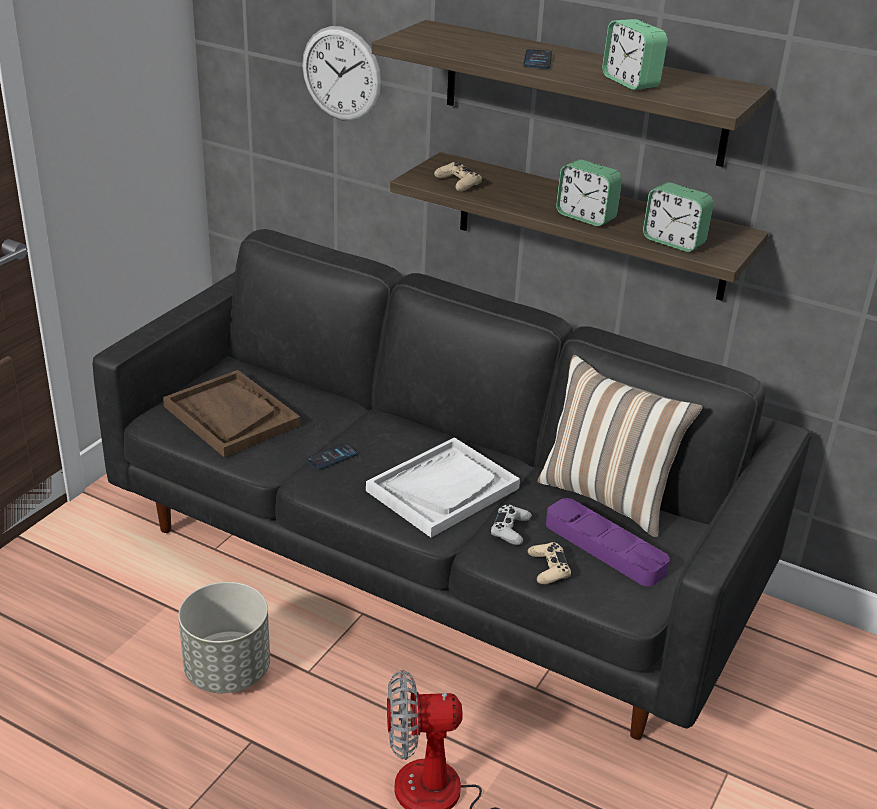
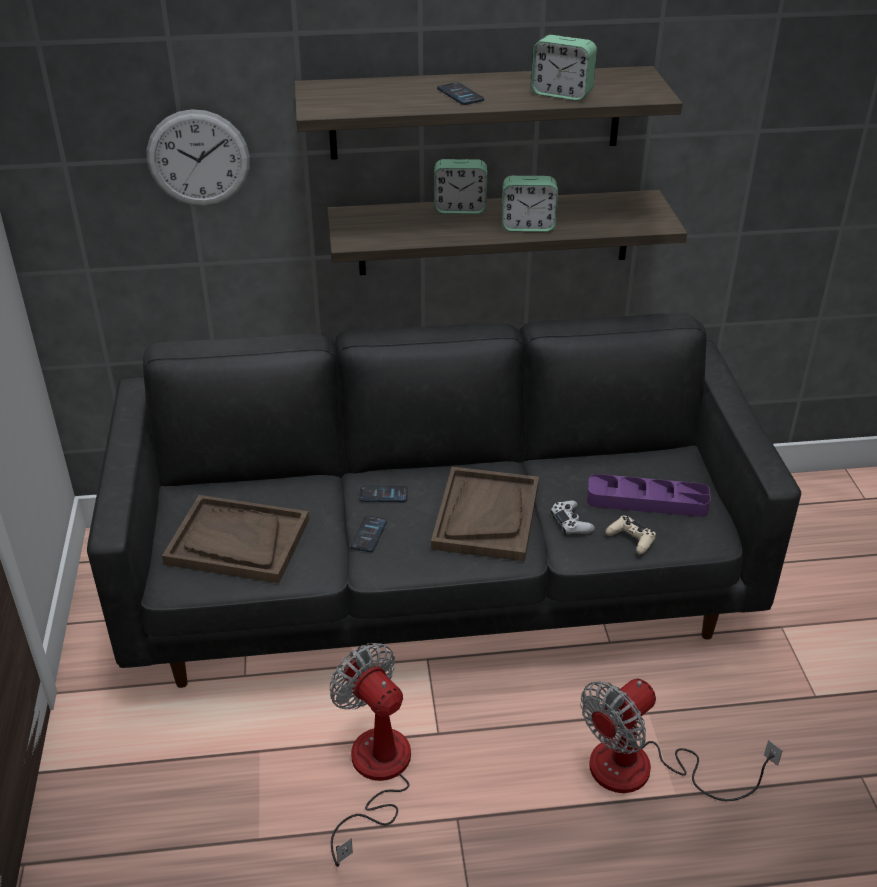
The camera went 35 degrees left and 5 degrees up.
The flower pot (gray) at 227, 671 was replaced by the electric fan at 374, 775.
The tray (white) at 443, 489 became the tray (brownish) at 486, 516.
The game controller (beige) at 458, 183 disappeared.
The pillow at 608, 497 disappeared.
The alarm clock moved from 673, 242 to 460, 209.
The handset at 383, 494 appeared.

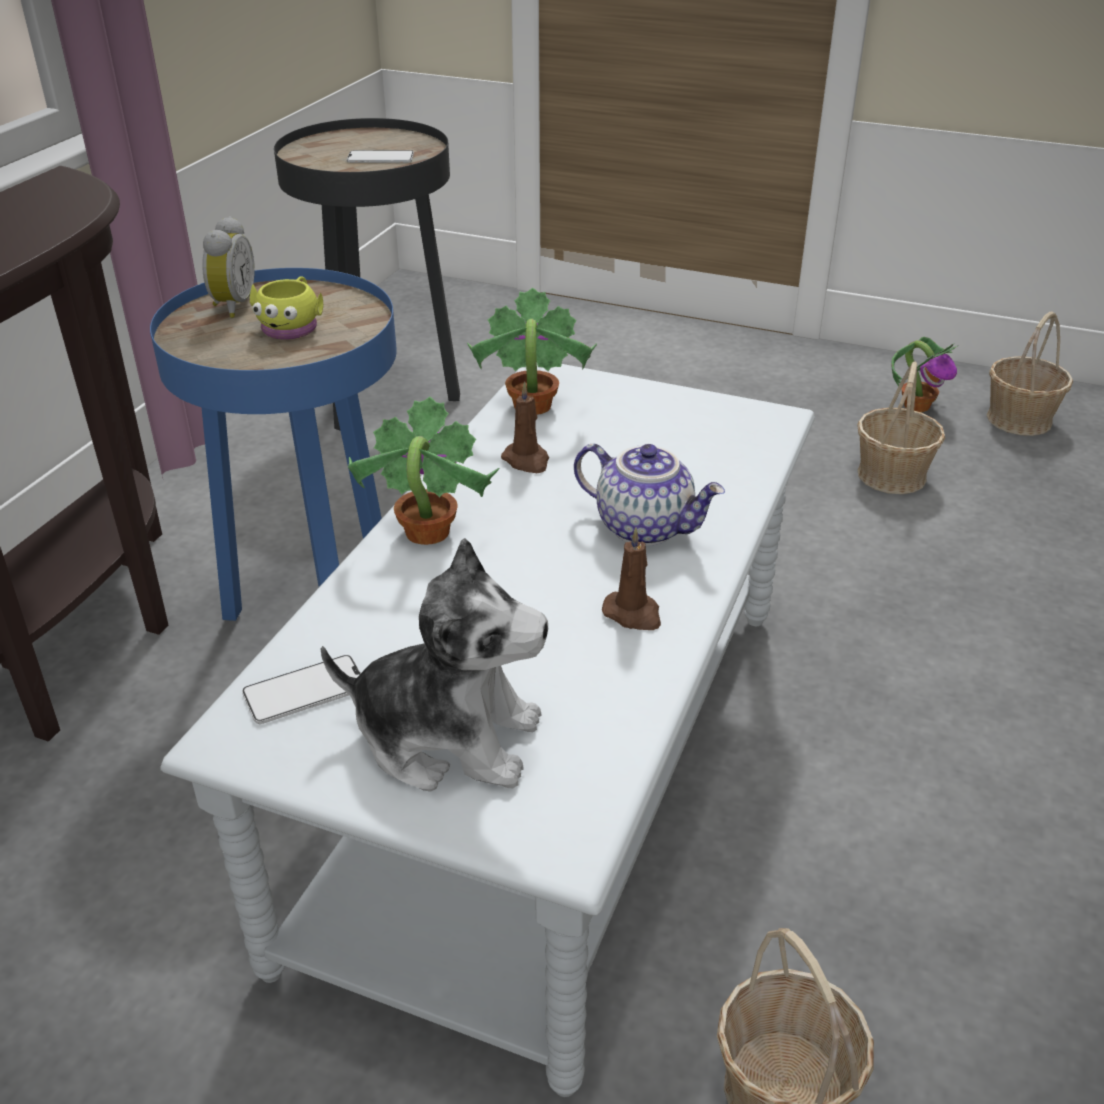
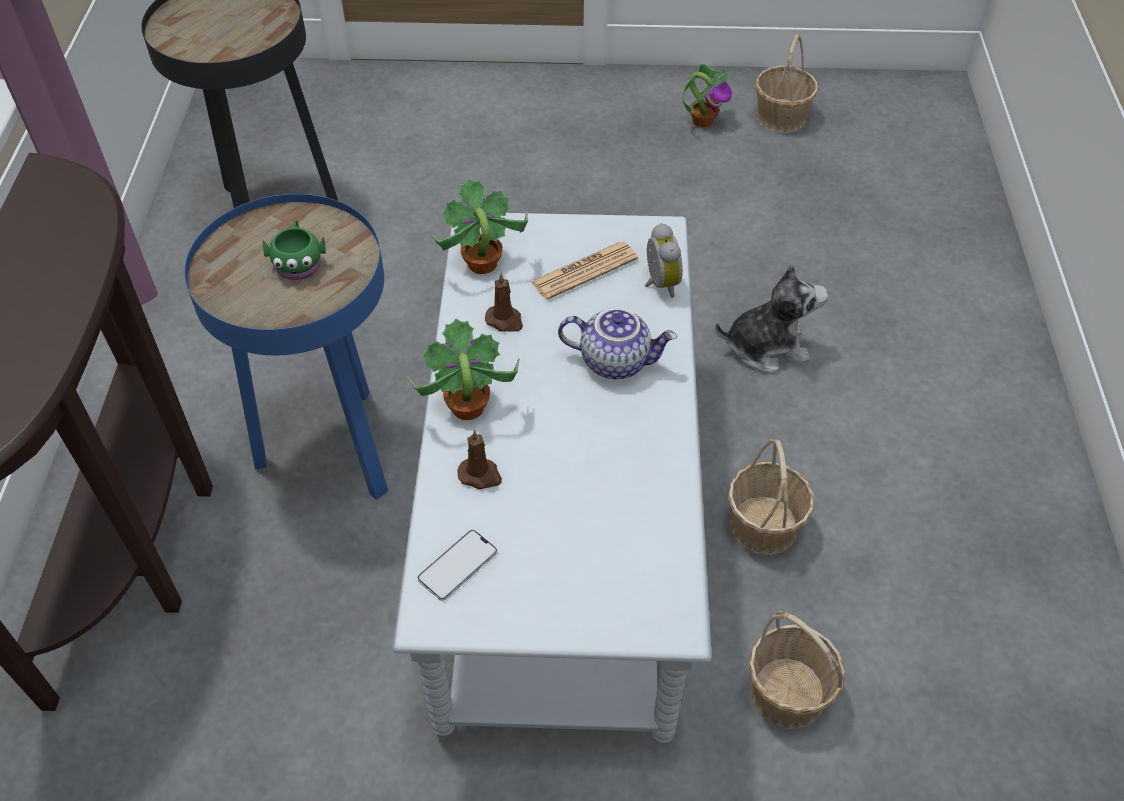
The camera went 20 degrees left and 15 degrees up.
The alarm clock moved from 231, 306 to 659, 284.
The mug (yellow) at 292, 326 became the mug (greenish) at 298, 262.
The cuddly toy moved from 448, 737 to 766, 347.
The handset at 380, 158 disappeared.
The wax light (brownish) moved from 633, 614 to 480, 475.
The household basket moved from 892, 475 to 764, 525.
The newspaper at 584, 271 appeared.

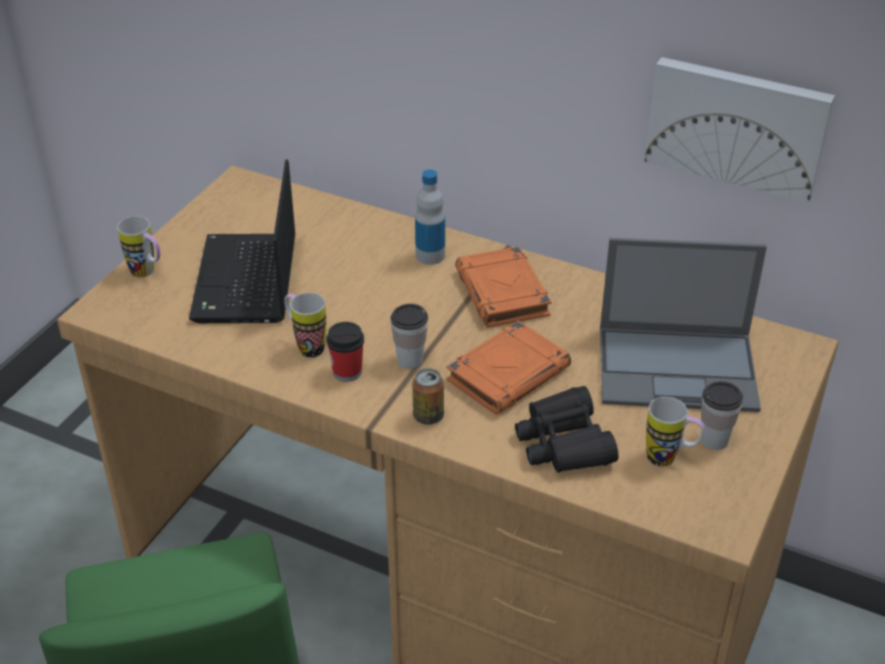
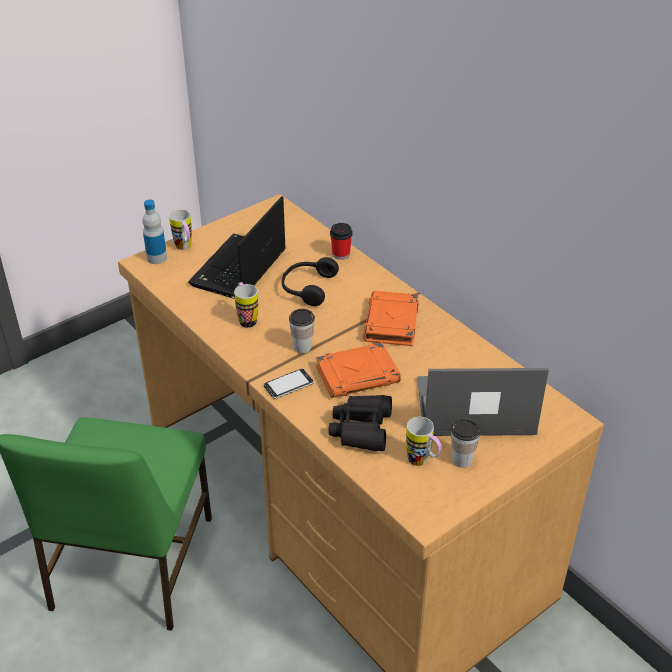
The camera went 25 degrees right and 0 degrees up.
The cup moved from 347, 372 to 341, 254.
The metal can at 428, 416 was replaced by the handset at 289, 385.
The drink bottle moved from 430, 255 to 157, 258.
The portable computer at 679, 368 turned 150 degrees clockwise.
The wall picture at 737, 126 disappeared.
The headset (black-coloured) at 307, 288 appeared.

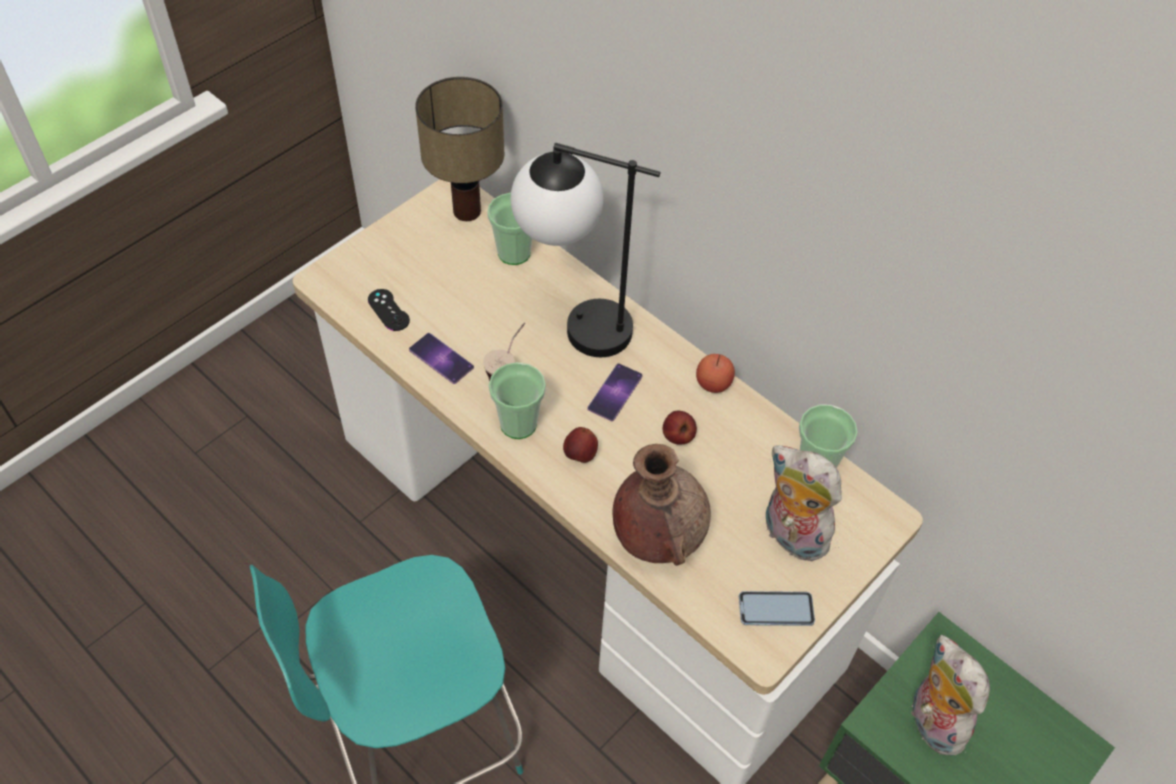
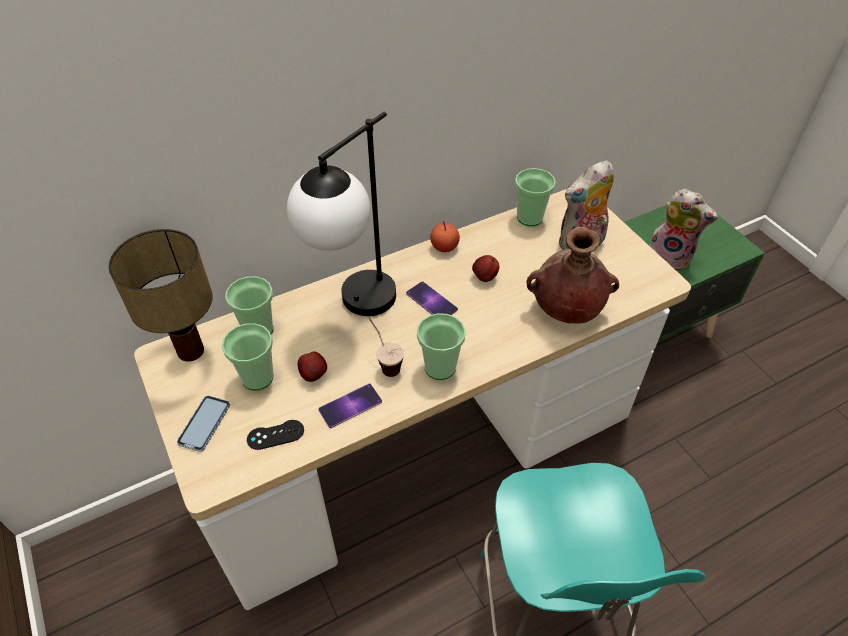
The camera went 70 degrees left and 5 degrees down.
The whole apple moved from 580, 455 to 314, 375.
The handset moved from 776, 609 to 204, 424.
The cuddly toy at 931, 721 turned 150 degrees counterclockwise.
The cup at 257, 377 appeared.

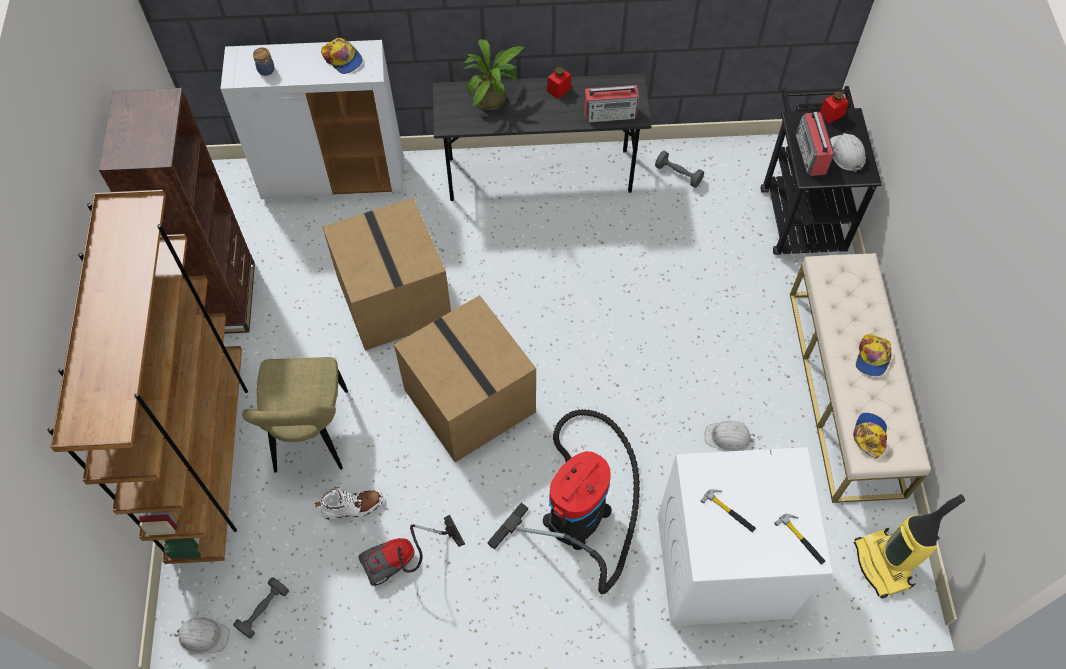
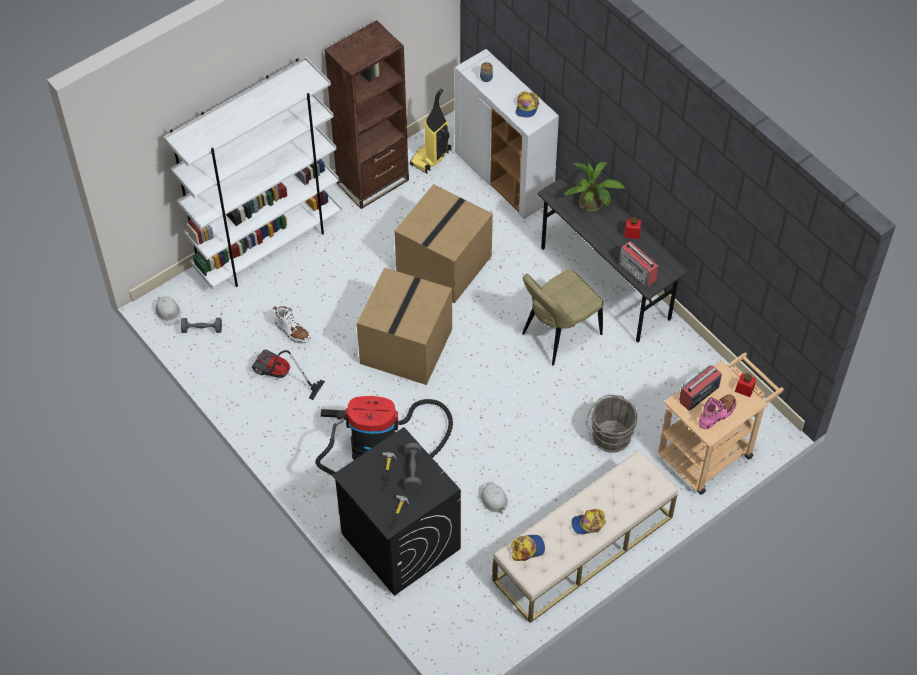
The camera went 55 degrees right and 5 degrees down.
The bookcase (brownish) at 210, 459 became the bookcase (white) at 268, 246.
The chair (beige) moved from 310, 436 to 558, 335.
The dumbbell (gray) moved from 678, 174 to 413, 470.
The laundry appliance (white) at 721, 567 became the laundry appliance (black-coloured) at 400, 541.
The wheeled cart (black-coloured) at 800, 211 became the wheeled cart (beige) at 711, 450.
The hard hat (white) at 846, 154 was replaced by the tall boot (pinkish) at 717, 414.
The hoover moved from 883, 565 to 431, 158.
The bucket (gray) at 609, 435 appeared.

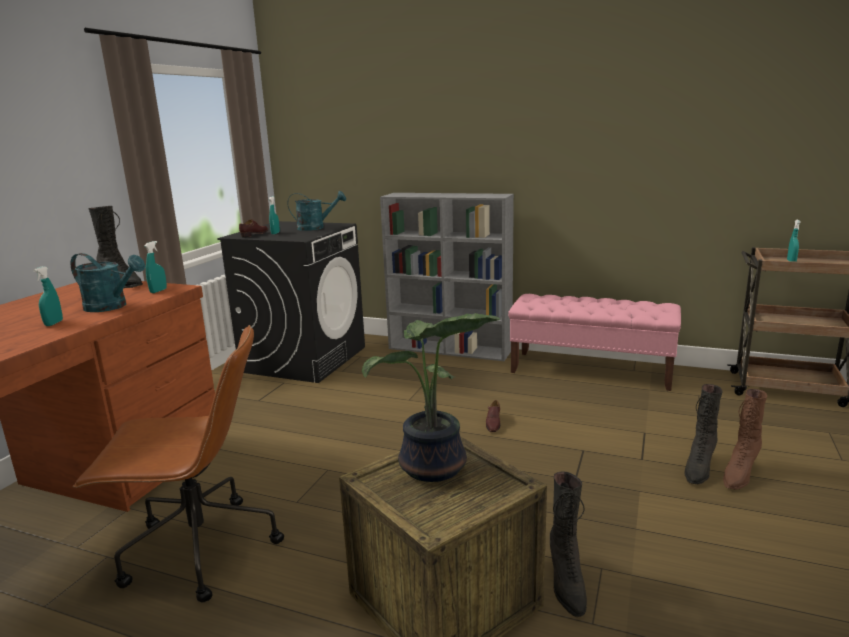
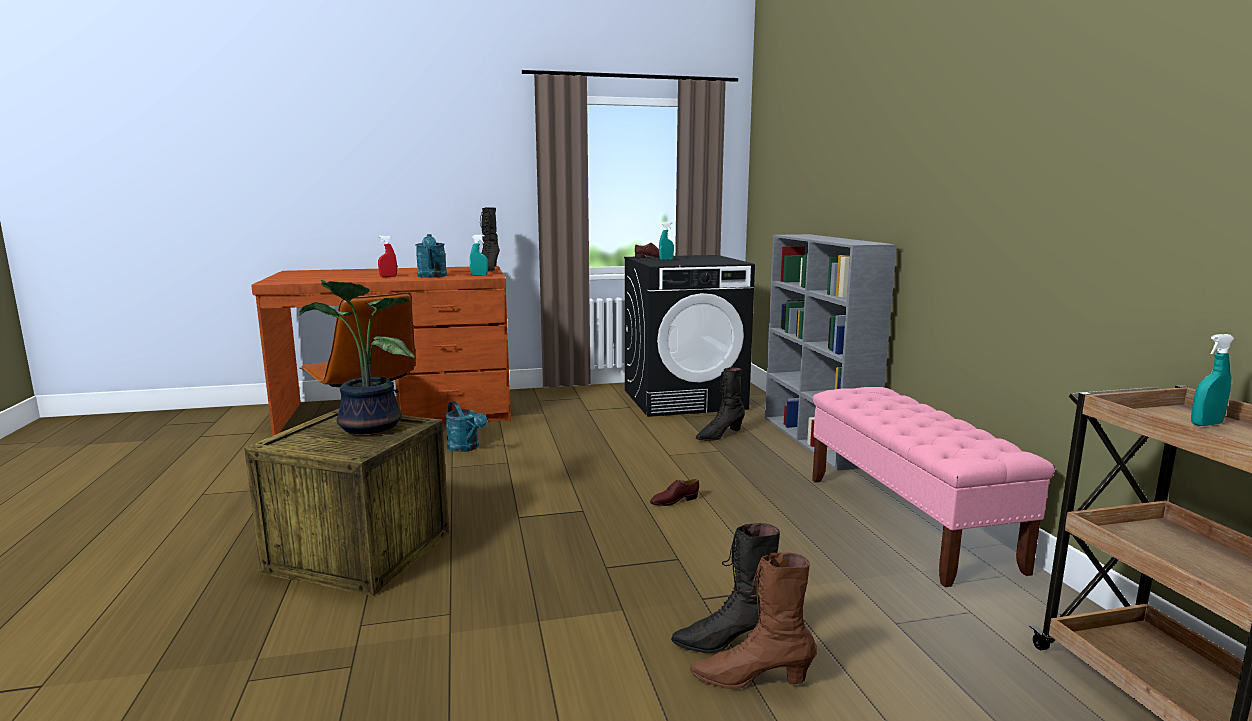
The camera went 55 degrees right and 5 degrees down.
The sprayer (turquoise) at 54, 323 became the sprayer (red) at 388, 276.
The watering pot (turquoise) moved from 316, 228 to 466, 448.
The tall boot (black-coloured) moved from 566, 583 to 719, 435.

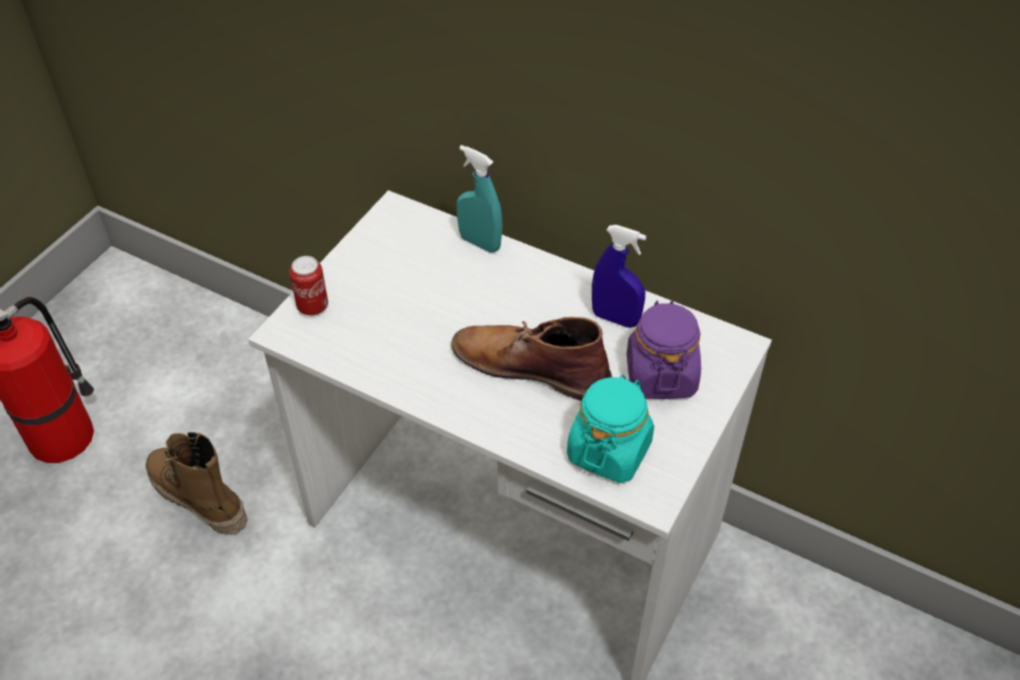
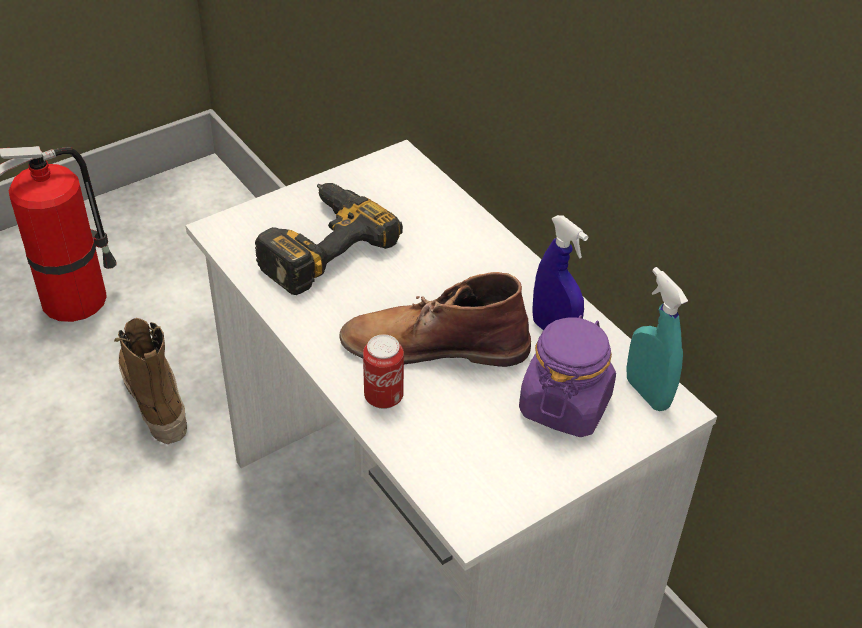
The camera went 25 degrees right and 5 degrees down.
The metal can moved from 313, 307 to 383, 397.
The tall boot (brownish) at 529, 365 turned 45 degrees counterclockwise.
The sprayer (turquoise) moved from 480, 243 to 647, 393.
The jar (turquoise) at 609, 450 disappeared.
The electric drill at 318, 244 appeared.

